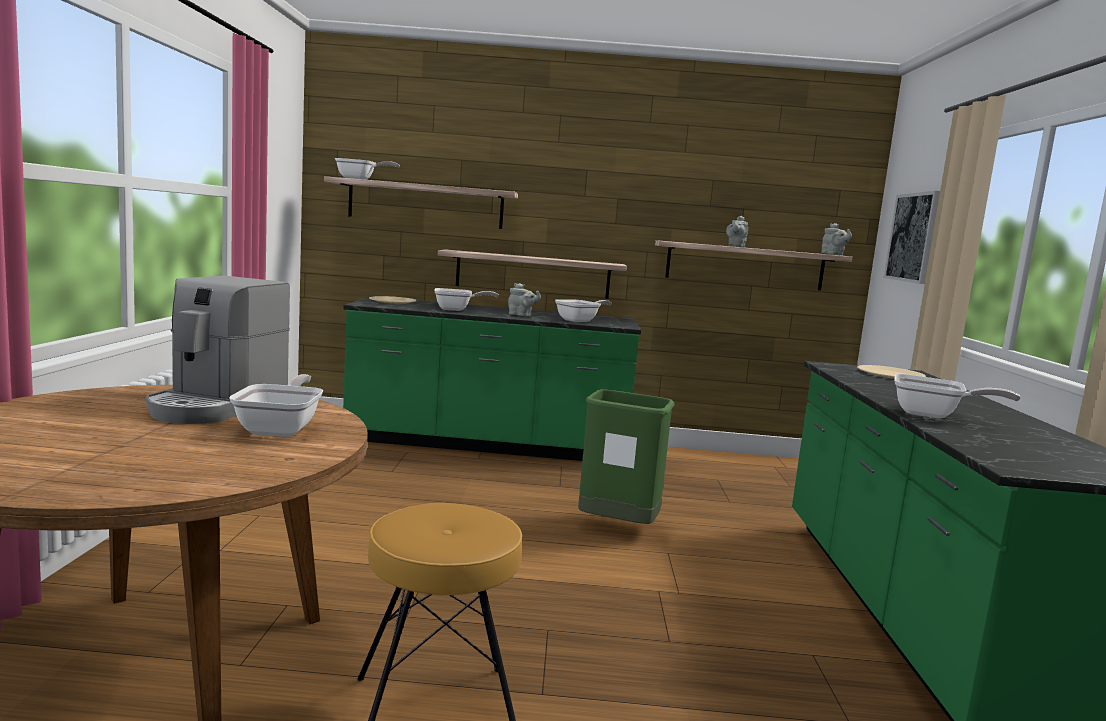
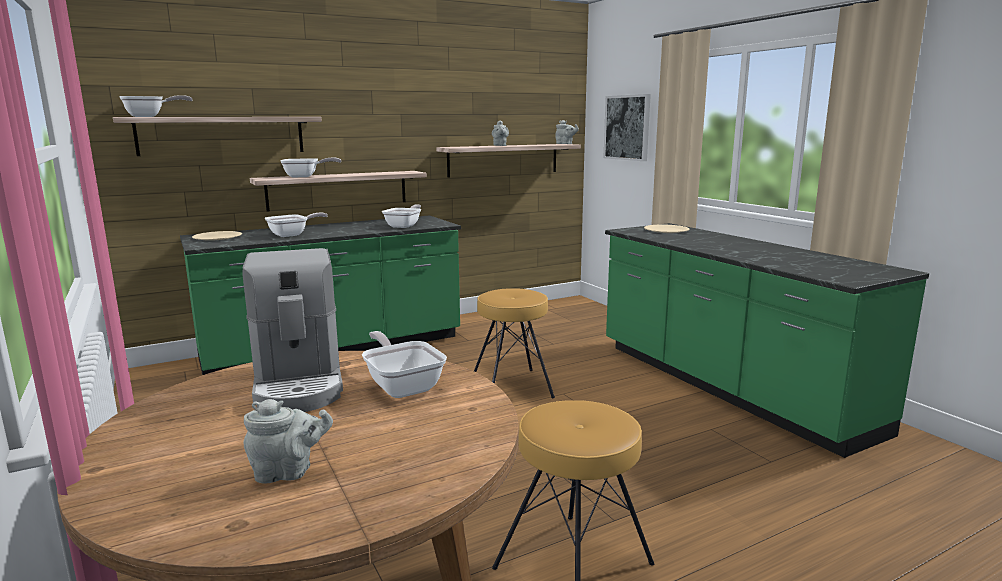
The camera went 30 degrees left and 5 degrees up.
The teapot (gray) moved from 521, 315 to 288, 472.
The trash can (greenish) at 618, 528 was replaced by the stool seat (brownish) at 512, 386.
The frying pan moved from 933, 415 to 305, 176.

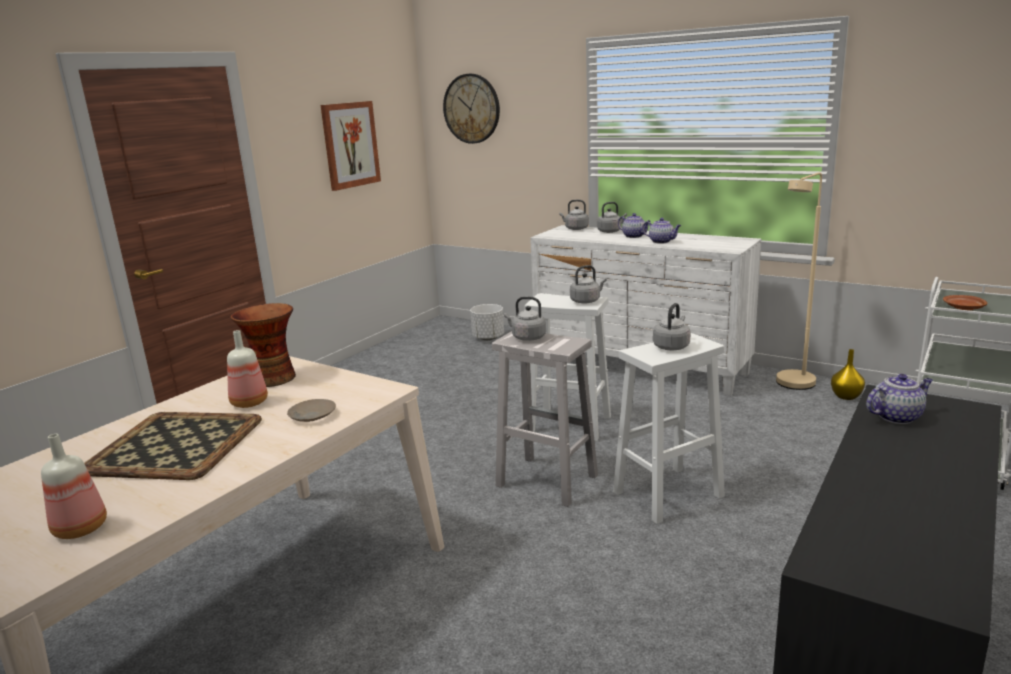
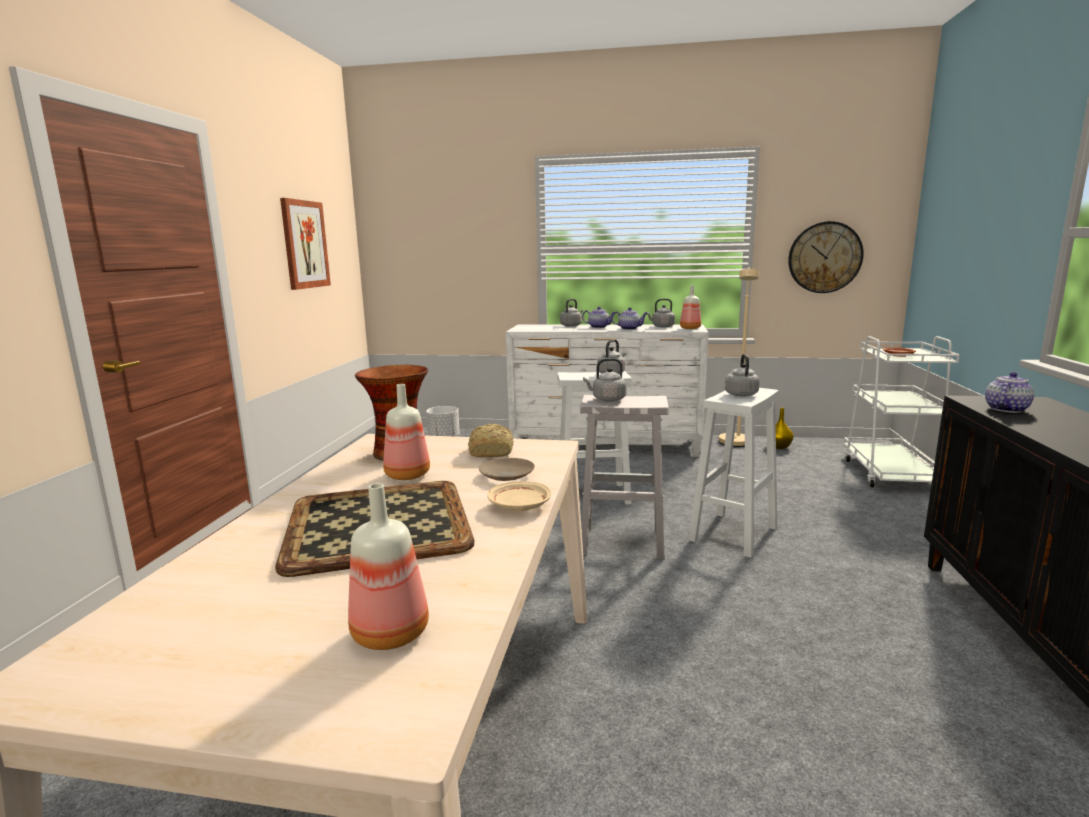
The camera went 25 degrees left and 5 degrees down.
The clock on the wall moved from 471, 108 to 824, 257.
The water kettle (gray) moved from 575, 228 to 661, 326.
The bread at 492, 451 appeared.
The plate (beige) at 519, 506 appeared.
The drink bottle at 689, 328 appeared.

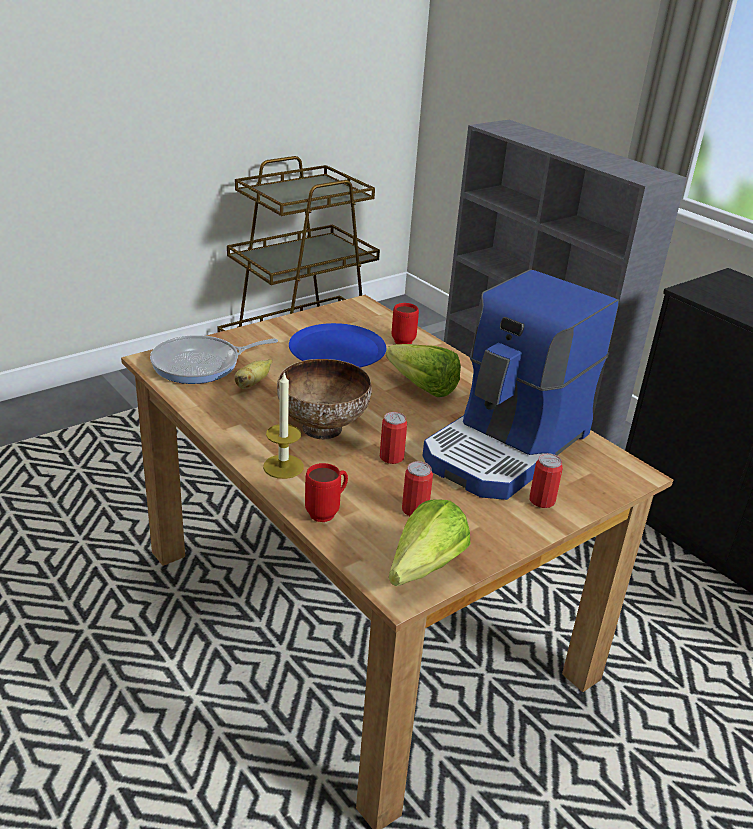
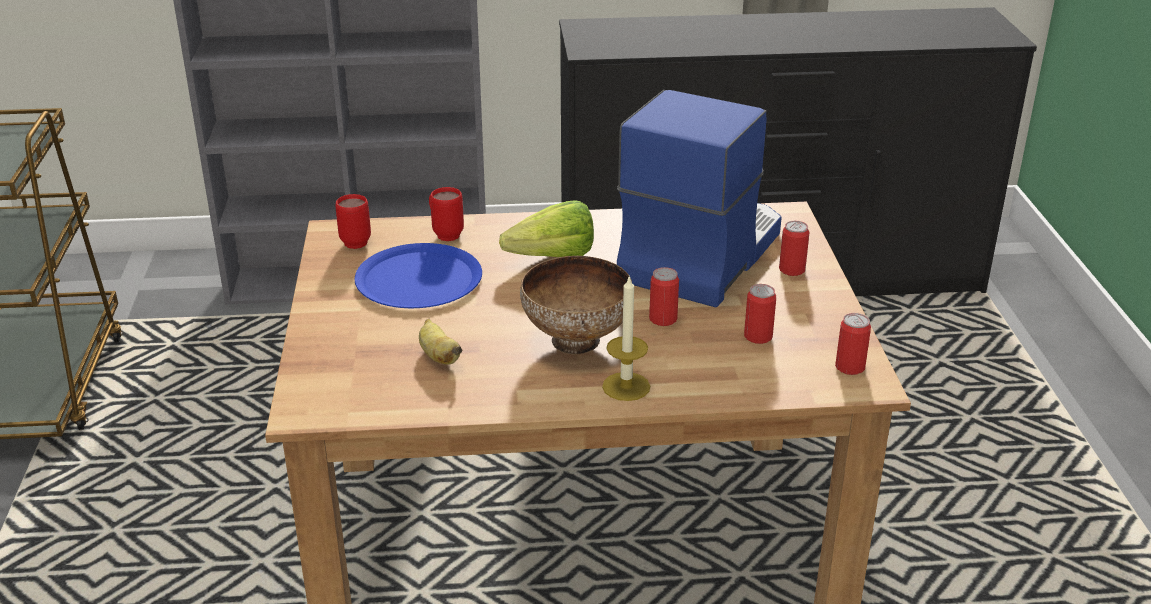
The camera went 55 degrees left and 0 degrees up.
The frying pan at 201, 365 disappeared.
The mug (red) moved from 327, 512 to 355, 240.
The lettuce head at 418, 573 was replaced by the metal can at 849, 367.
The coffee machine at 508, 448 turned 135 degrees counterclockwise.

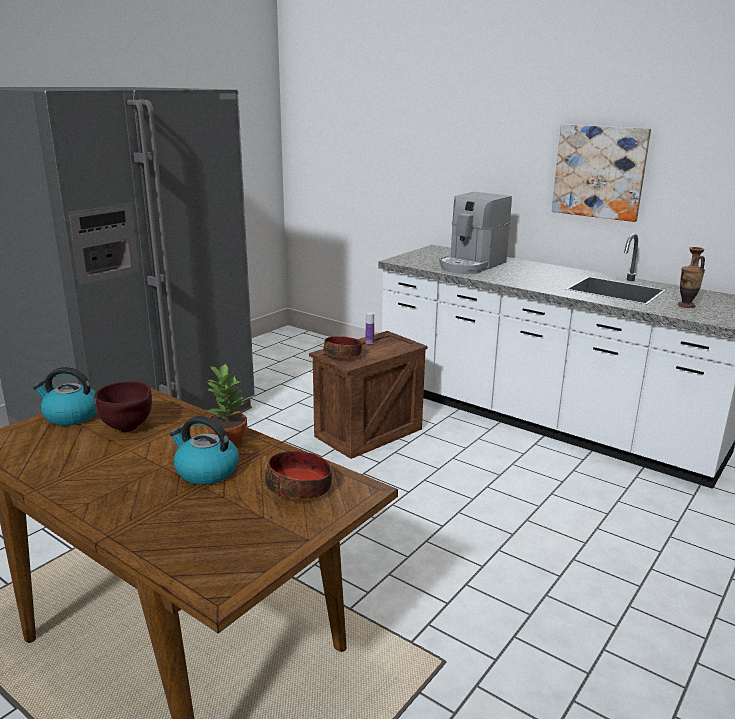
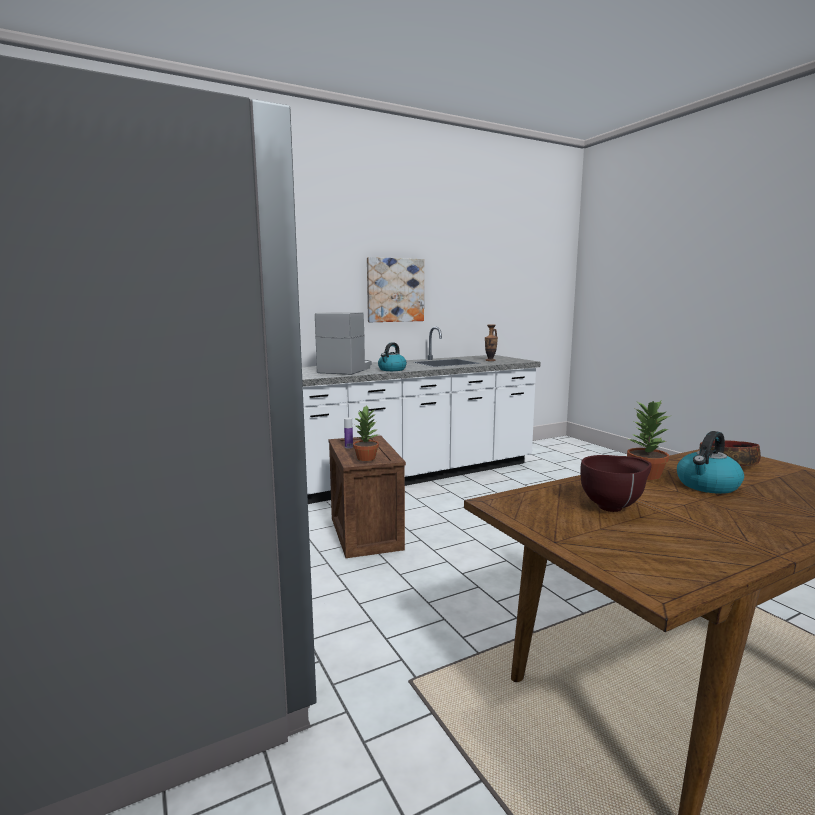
The camera went 65 degrees left and 10 degrees down.
The water kettle moved from 71, 416 to 392, 370.
The bowl at 343, 355 was replaced by the plant in a pot at 366, 458.
The coffee machine at 471, 265 turned 135 degrees counterclockwise.

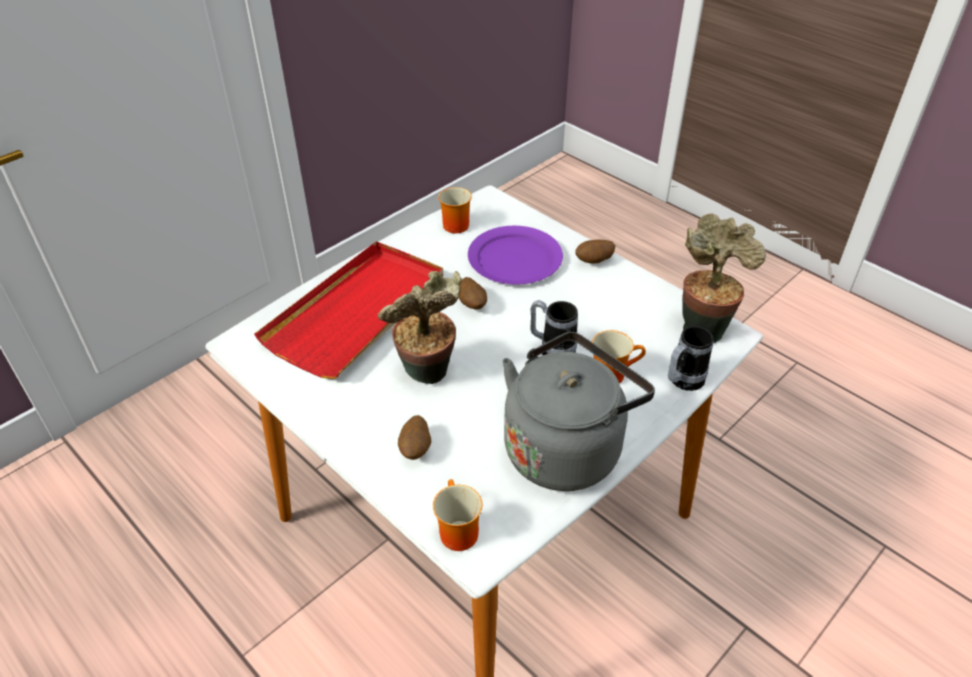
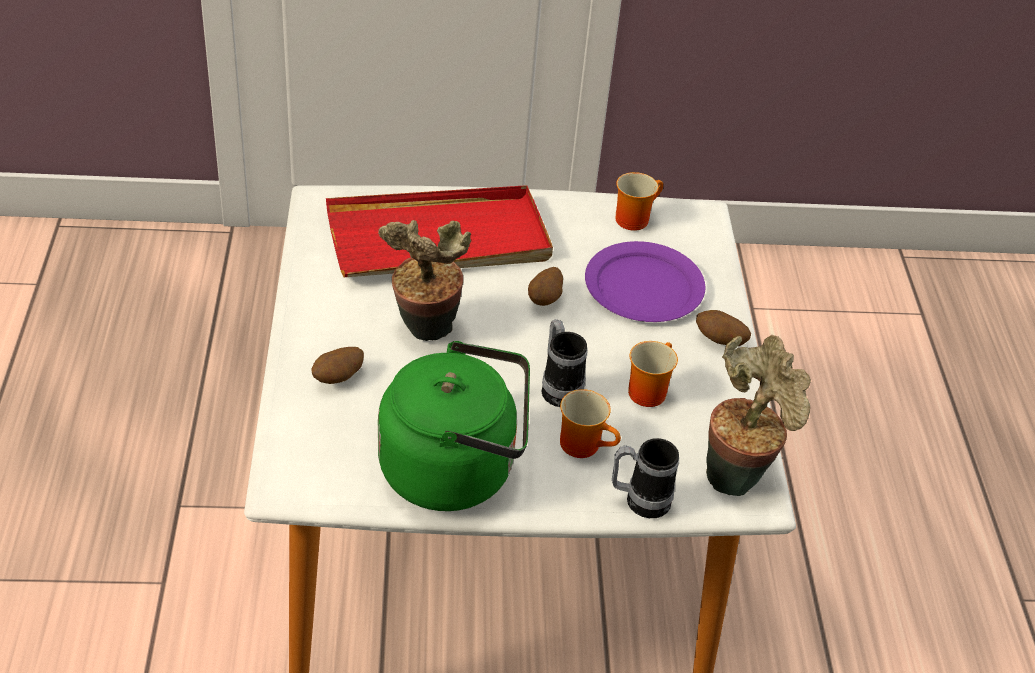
The camera went 40 degrees right and 0 degrees up.
The mug moved from 455, 531 to 646, 389.
The water kettle (gray) at 566, 447 became the water kettle (greenish) at 456, 469.

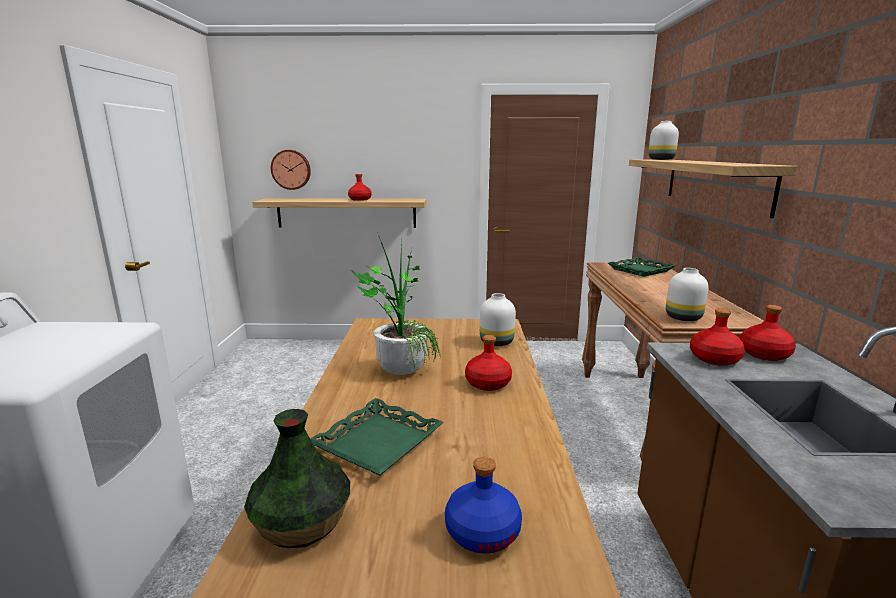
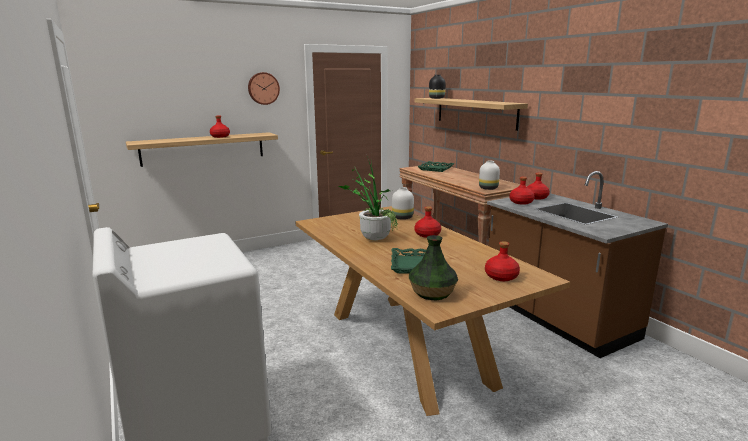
The camera went 30 degrees left and 0 degrees up.
The clock on the wall moved from 291, 169 to 263, 88.
The drink bottle (blue-coloured) at 482, 531 became the drink bottle (red) at 501, 276.
The vase (white) at 660, 159 became the vase (black-coloured) at 436, 98.

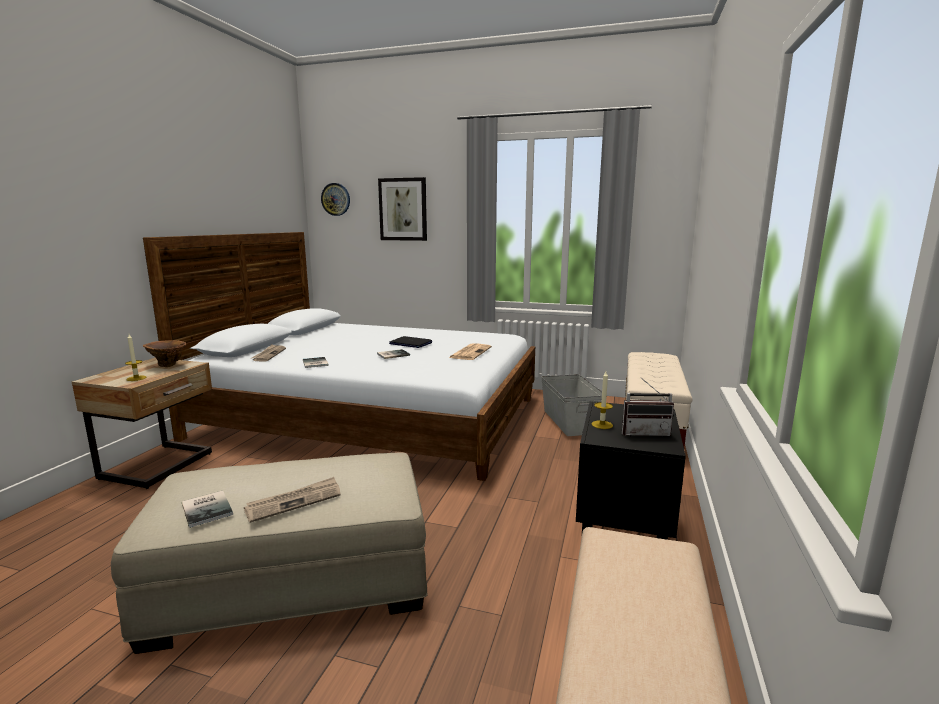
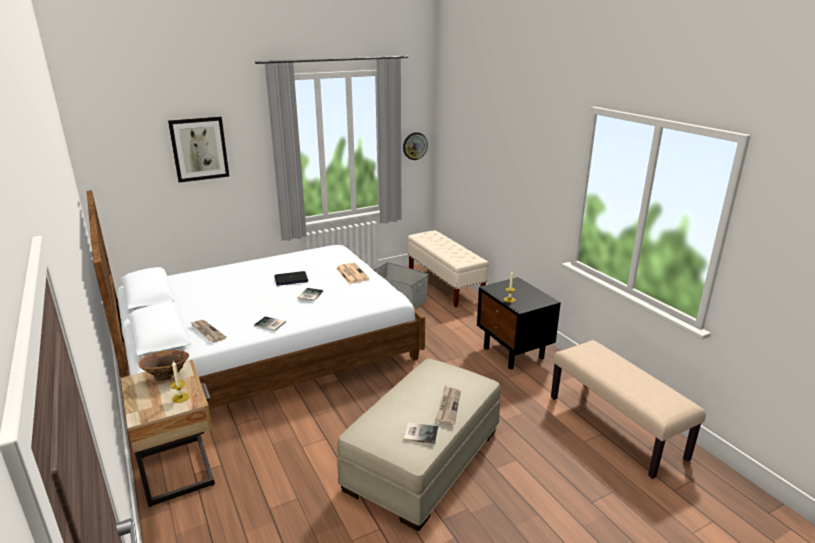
The camera went 45 degrees left and 10 degrees up.
The clock on the wall moved from 336, 199 to 414, 146.
The radio at 644, 432 disappeared.

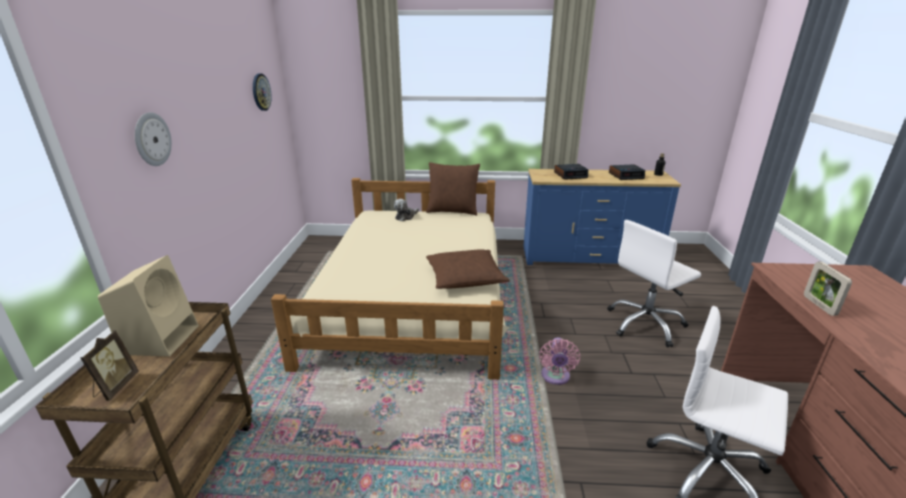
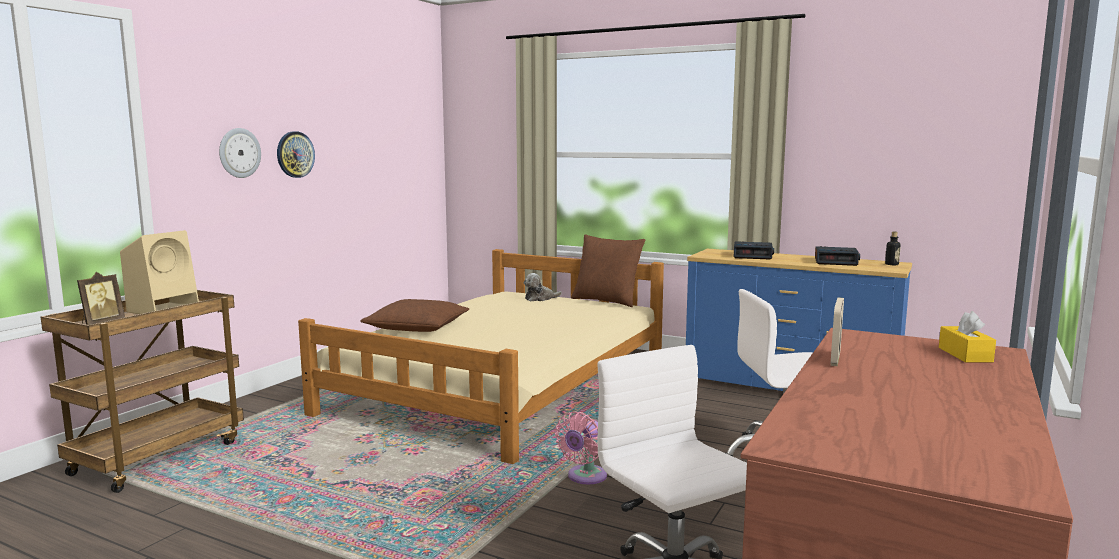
The camera went 25 degrees right and 15 degrees down.
The clock on the wall moved from 261, 92 to 295, 154.
The pillow (brownish) moved from 465, 277 to 417, 327.
The box of tissues (yellow) at 965, 355 appeared.

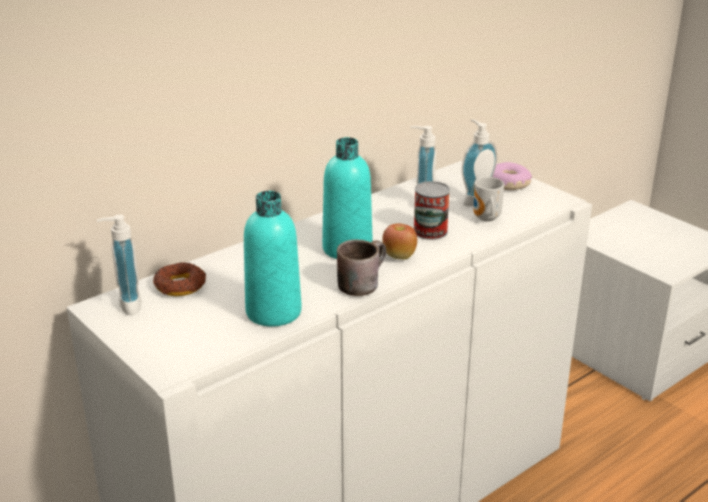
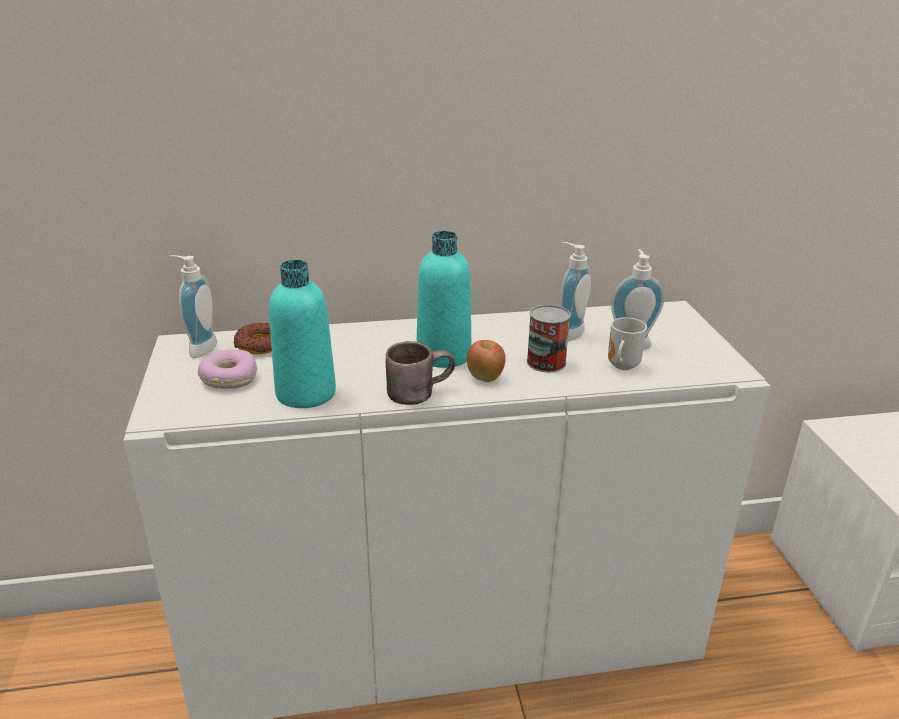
The camera went 30 degrees right and 0 degrees up.
The donut moved from 508, 183 to 229, 378.

